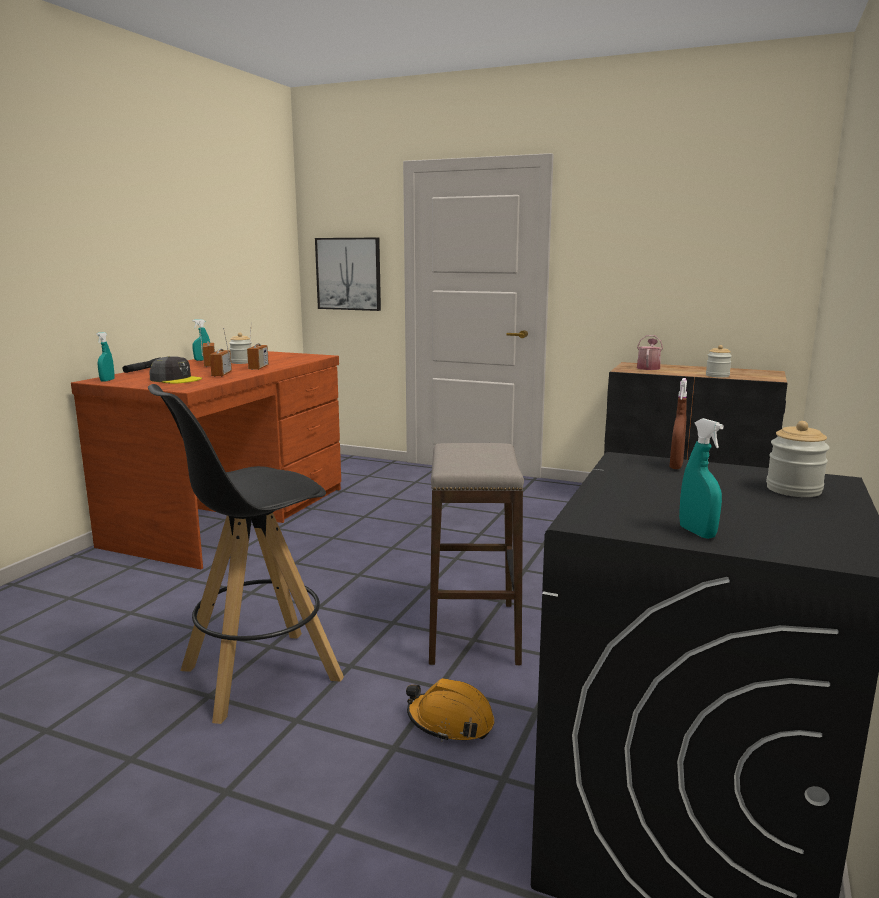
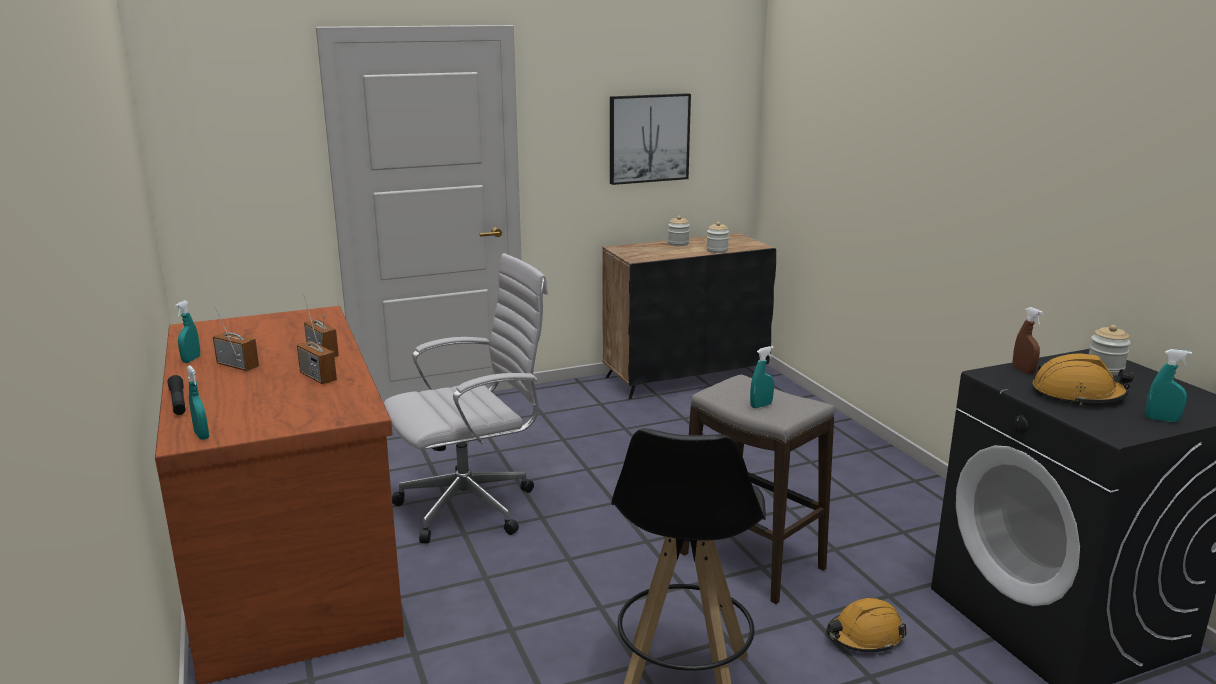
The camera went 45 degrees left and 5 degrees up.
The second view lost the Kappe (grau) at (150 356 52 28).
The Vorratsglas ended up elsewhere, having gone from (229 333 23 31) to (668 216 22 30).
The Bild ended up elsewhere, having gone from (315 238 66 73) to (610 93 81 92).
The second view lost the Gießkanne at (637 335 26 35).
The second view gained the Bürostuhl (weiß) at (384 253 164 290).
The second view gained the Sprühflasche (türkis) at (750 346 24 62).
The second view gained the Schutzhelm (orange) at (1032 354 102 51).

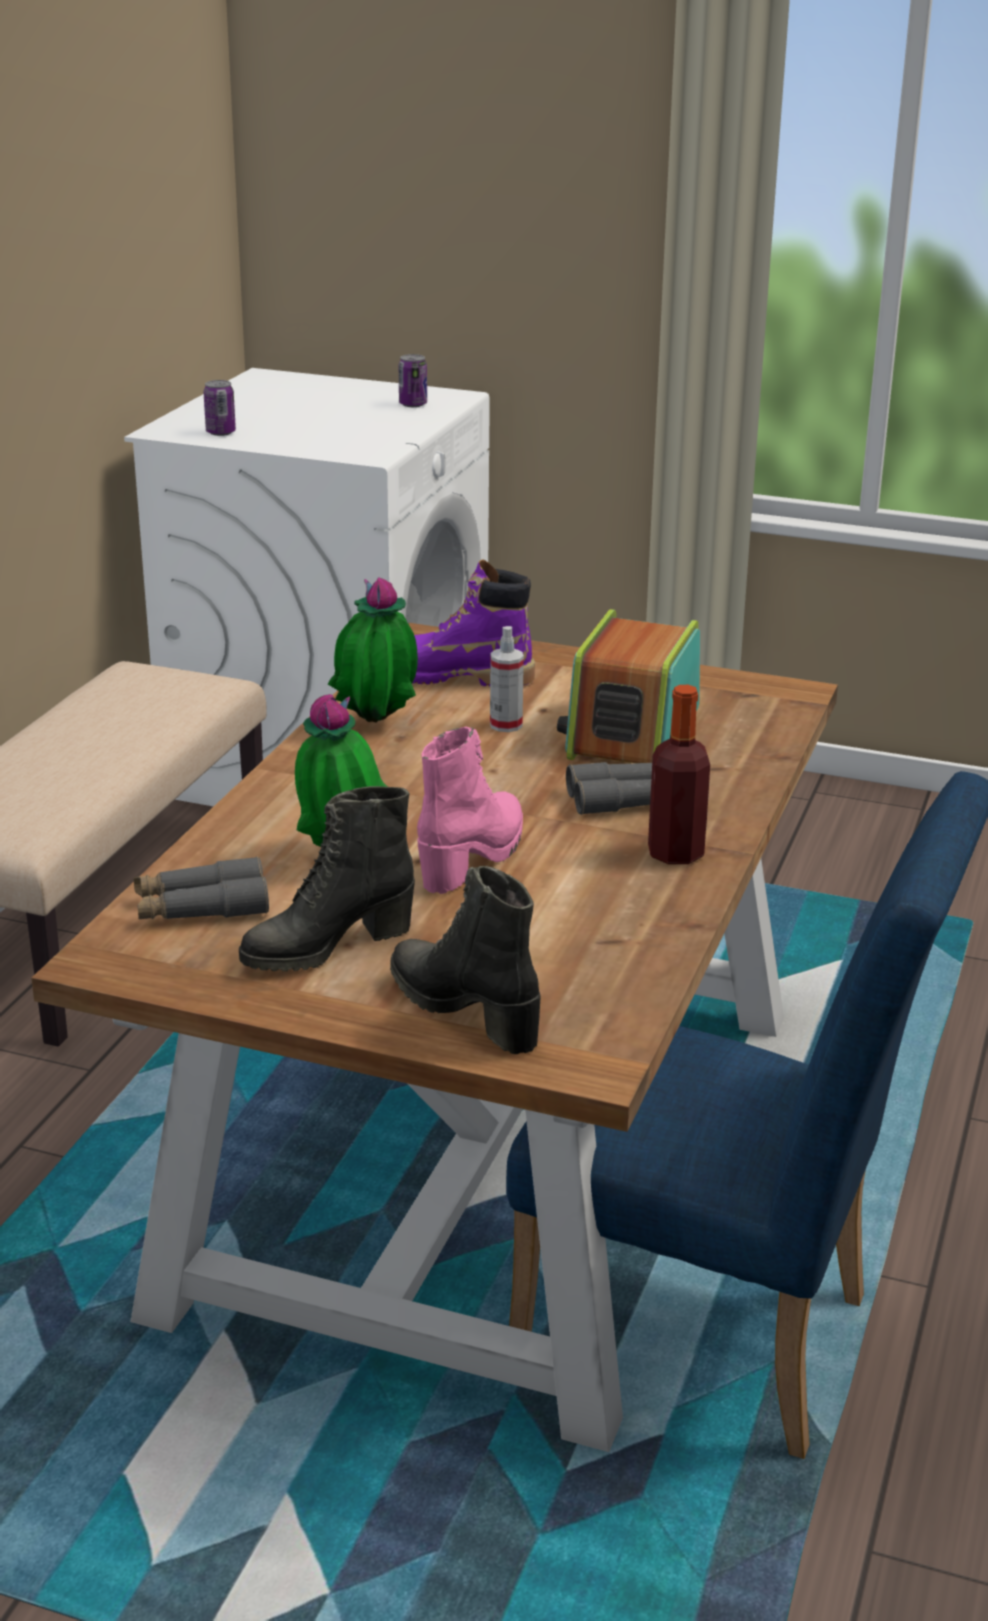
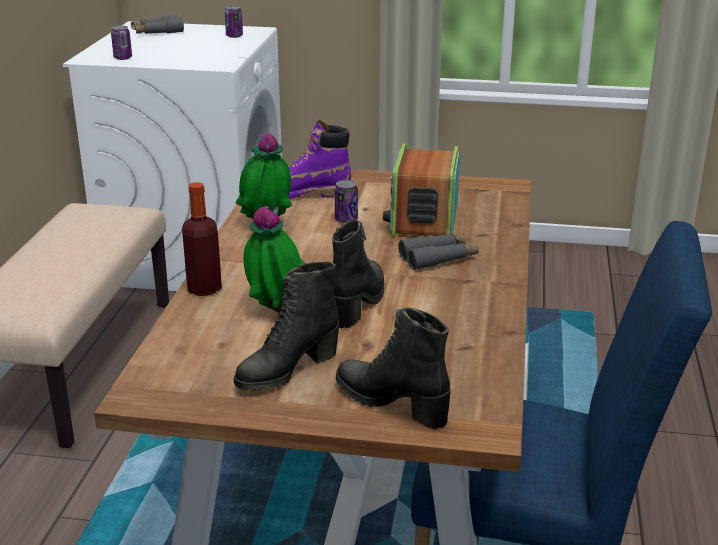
The camera went 10 degrees left and 0 degrees up.
The Fernglas (grau) ended up elsewhere, having gone from (133 856 136 63) to (131 14 53 20).
What was the Stiefel (rosa) at (417 726 106 168) turned into the Stiefel (schwarz) at (332 220 52 108).
Where the Sprühflasche stood at (490 626 34 106), the Dose came to stand at (335 180 23 43).
The Flasche ended up elsewhere, having gone from (648 685 62 179) to (182 182 40 114).

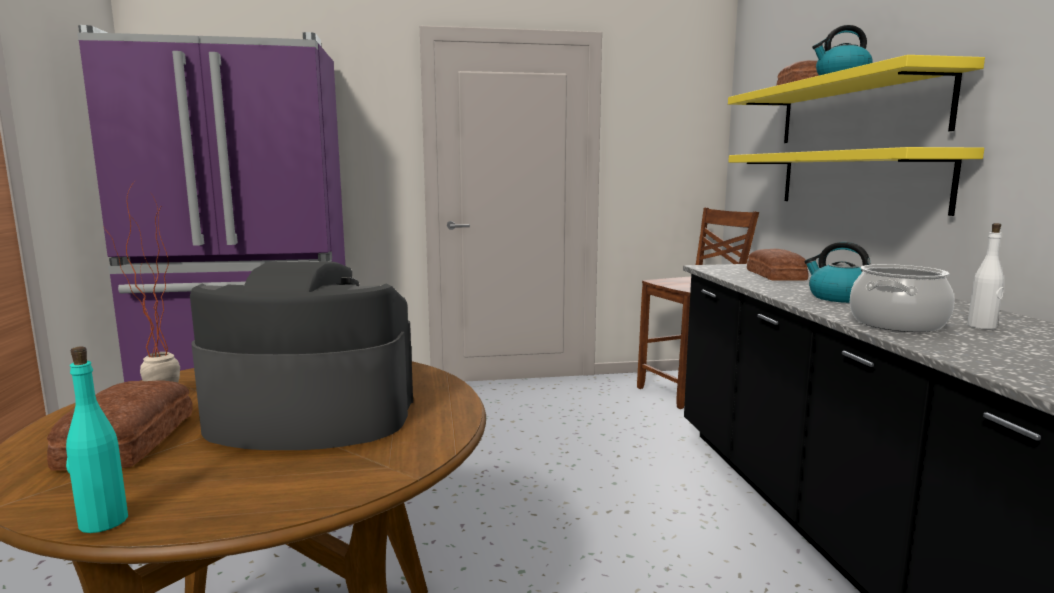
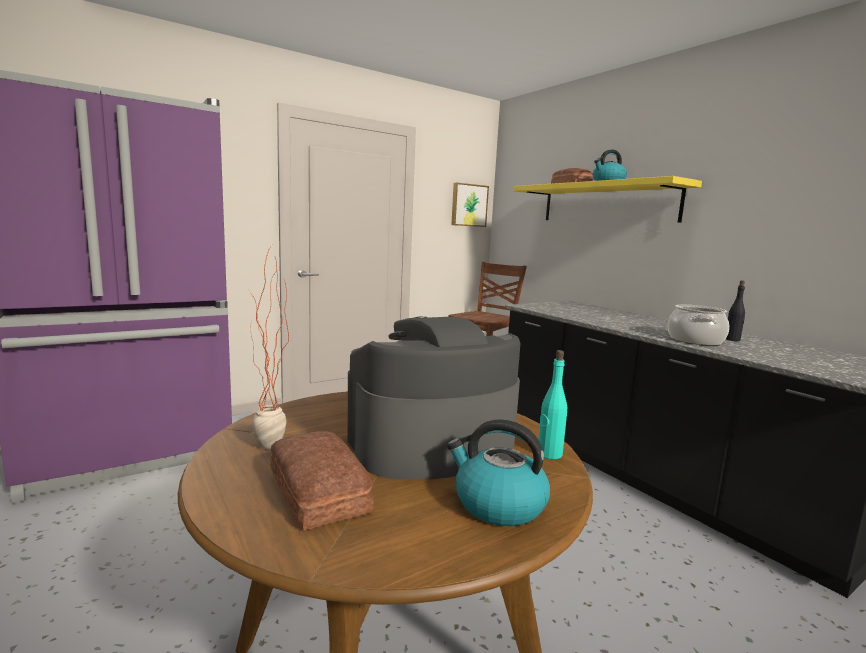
The camera went 25 degrees left and 0 degrees up.
The Flasche (türkis) ended up elsewhere, having gone from (66 347 62 186) to (538 350 29 109).
The second view lost the Wandregal (gelb) at (728 147 256 69).
The second view lost the Brot at (747 249 61 32).
The Wasserkessel ended up elsewhere, having gone from (805 242 65 61) to (447 419 103 107).
What was the Flasche (weiß) at (967 223 37 106) turned into the Flasche (schwarz) at (726 280 19 61).
The second view gained the Bild at (451 183 38 44).

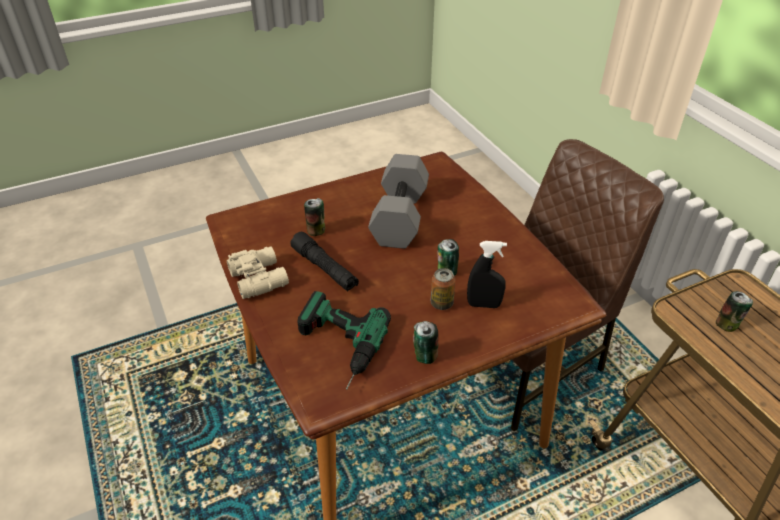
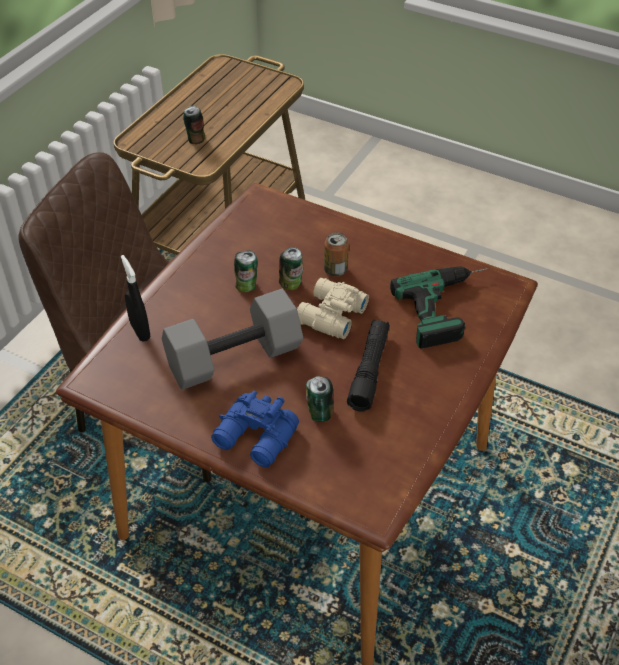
The camera went 125 degrees left and 5 degrees up.
The Fernglas (beige) ended up elsewhere, having gone from (227 247 62 52) to (297 278 72 61).
The Dose ended up elsewhere, having gone from (413 321 25 43) to (234 250 24 42).
The Sprühflasche (schwarz) ended up elsewhere, having gone from (467 241 40 67) to (121 255 29 87).
The second view gained the Fernglas (blau) at (211 391 88 76).

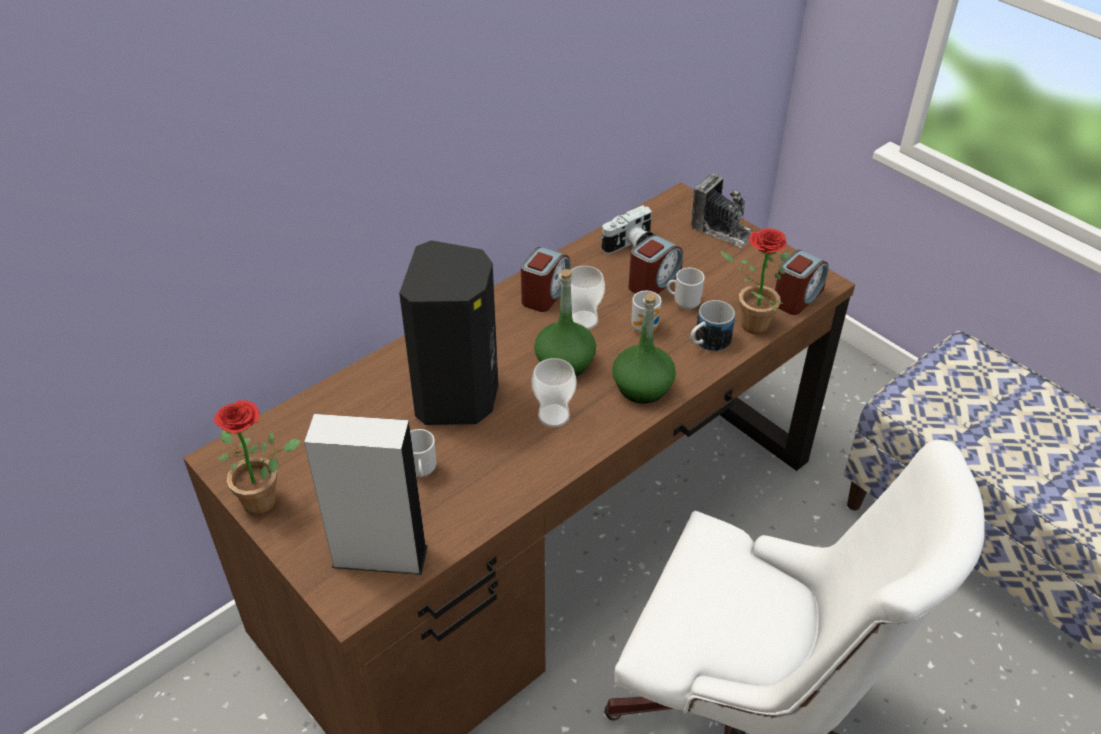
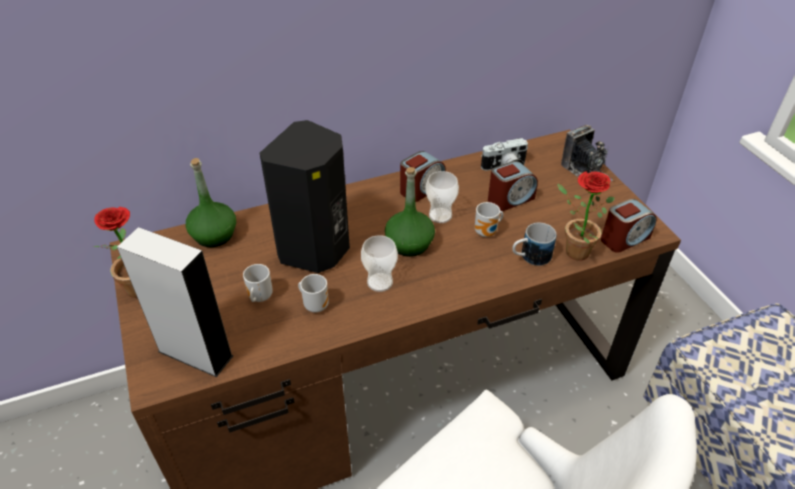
The camera went 20 degrees right and 0 degrees up.
The Flasche (grün) ended up elsewhere, having gone from (612 293 64 110) to (186 158 50 89).
The Henkelbecher ended up elsewhere, having gone from (667 268 38 42) to (298 274 31 39).

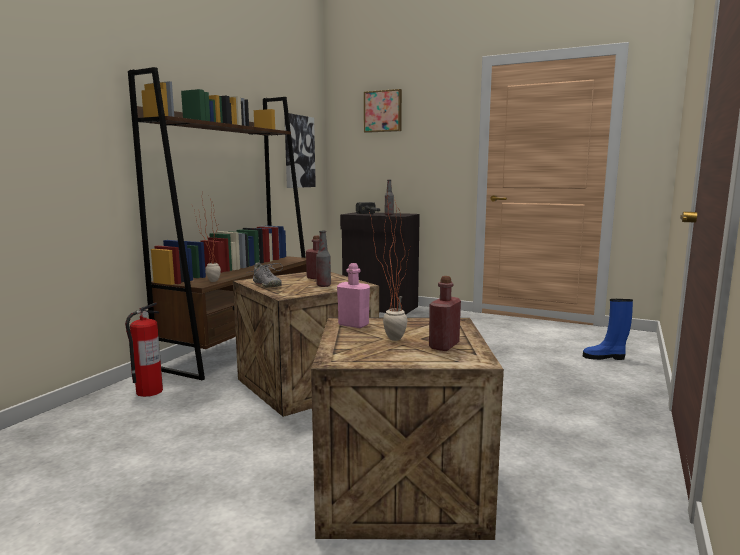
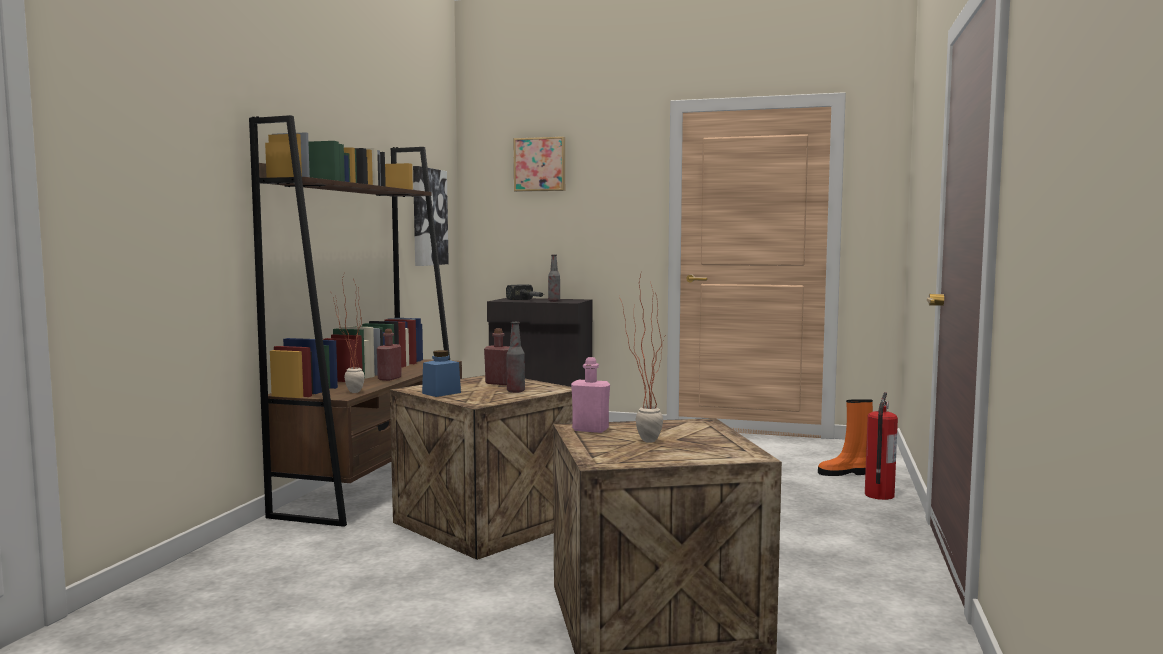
The camera went 10 degrees left and 5 degrees down.
The Feuerlöscher ended up elsewhere, having gone from (125 302 38 95) to (865 392 33 108).
Where the Schuh (grau) stood at (247 262 36 26), the Vorratsglas (blau) came to stand at (422 350 39 47).
The Flasche (rot) ended up elsewhere, having gone from (429 276 32 75) to (377 329 25 52).
What was the Stiefel (blau) at (583 299 50 61) turned into the Stiefel (orange) at (818 399 55 77).

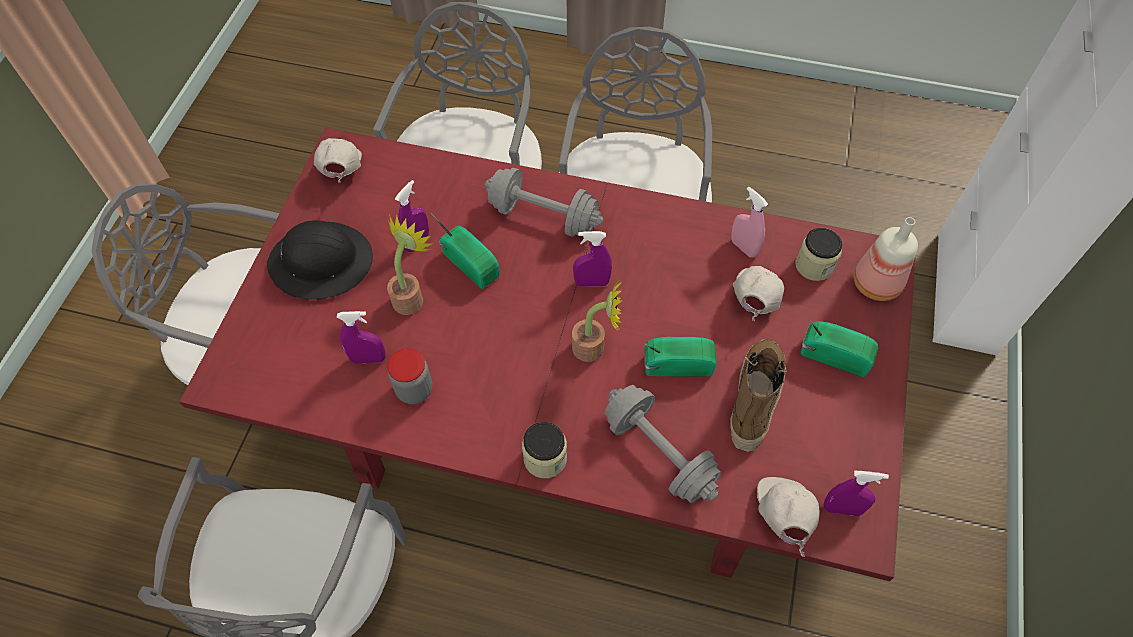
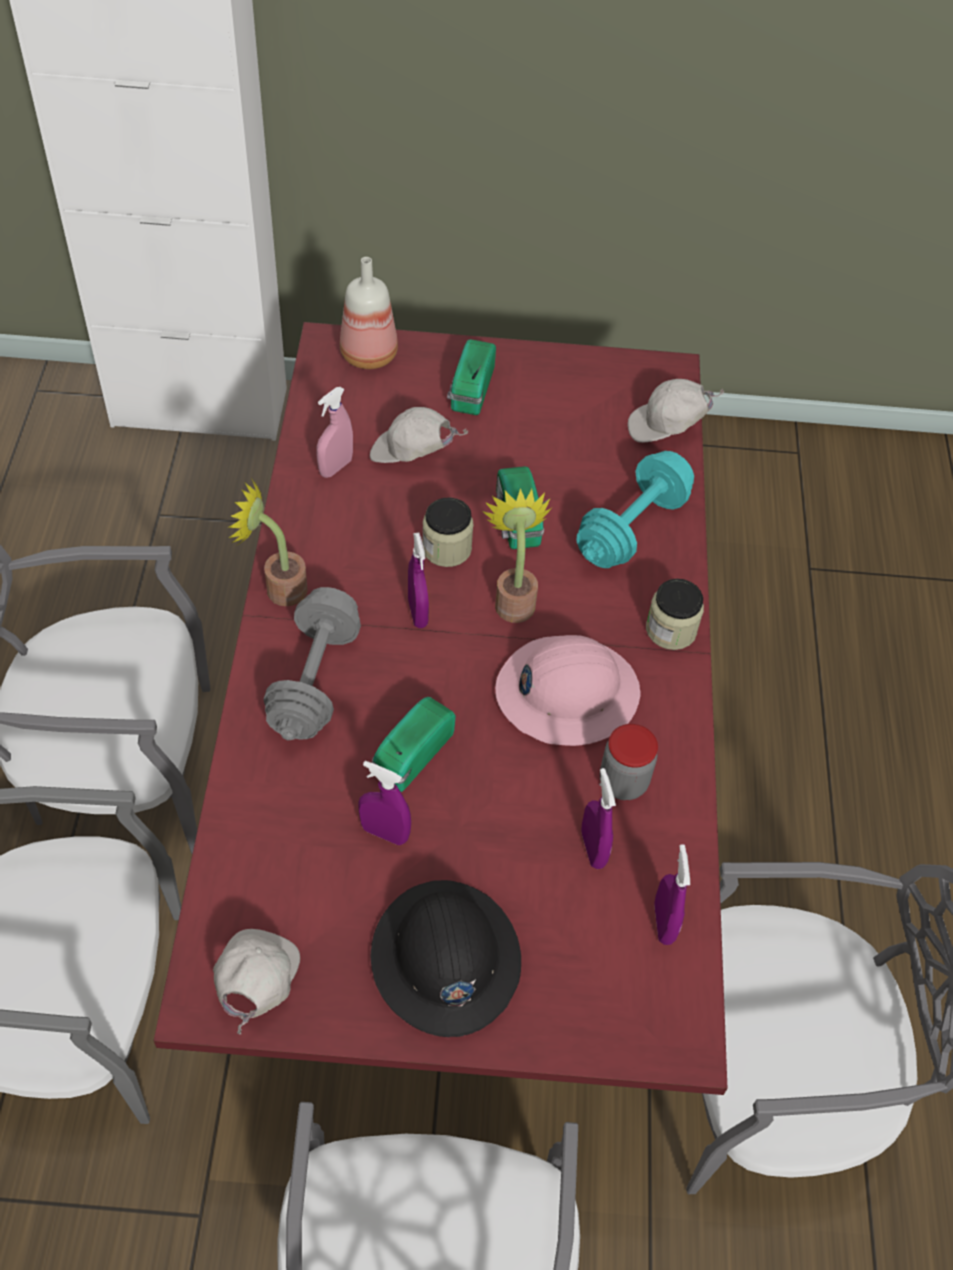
The camera went 105 degrees left and 5 degrees down.
The Kappe (weiß) at (314 138 48 45) ended up facing another way, 120 degrees clockwise from before.
The Topfpflanze ended up elsewhere, having gone from (387 214 45 101) to (228 478 80 128).
What was the Hantel (grau) at (605 385 117 118) turned into the Hantel (türkis) at (577 451 117 117).
The second view lost the Stiefel at (731 339 56 113).
The Vorratsglas ended up elsewhere, having gone from (795 228 47 53) to (422 497 52 70).
The Sprühflasche (lila) ended up elsewhere, having gone from (824 471 65 45) to (654 844 36 101).
The second view gained the Schutzhelm (rosa) at (495 635 146 111).

